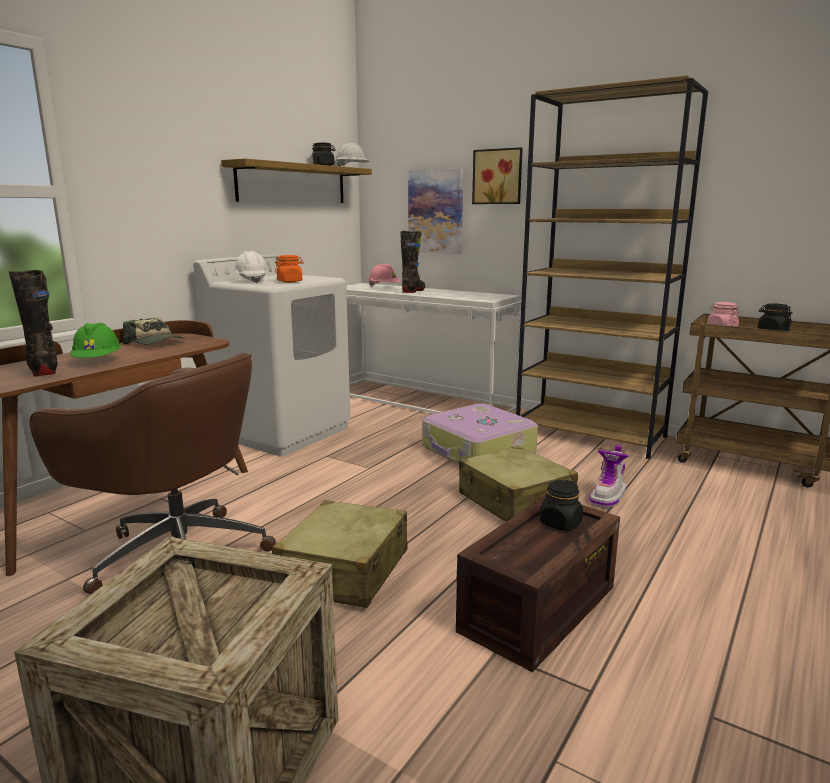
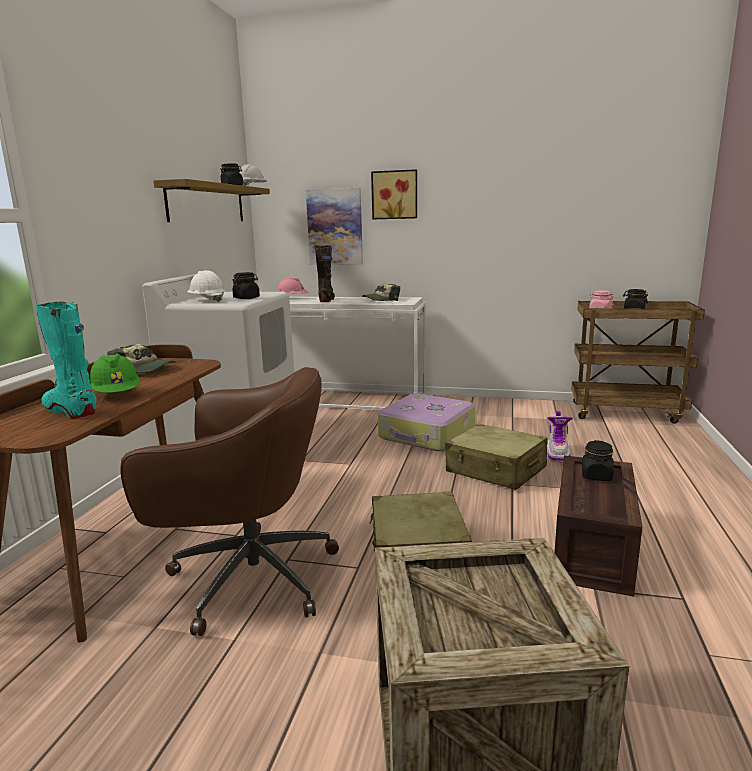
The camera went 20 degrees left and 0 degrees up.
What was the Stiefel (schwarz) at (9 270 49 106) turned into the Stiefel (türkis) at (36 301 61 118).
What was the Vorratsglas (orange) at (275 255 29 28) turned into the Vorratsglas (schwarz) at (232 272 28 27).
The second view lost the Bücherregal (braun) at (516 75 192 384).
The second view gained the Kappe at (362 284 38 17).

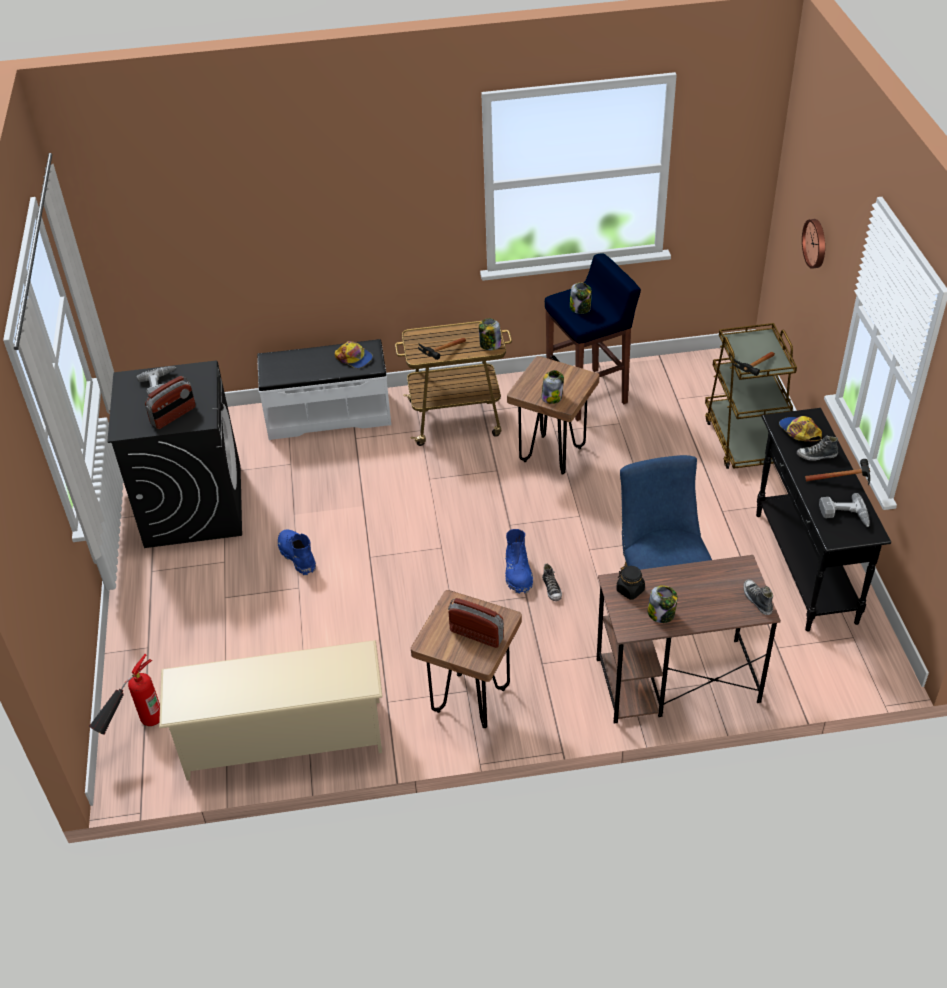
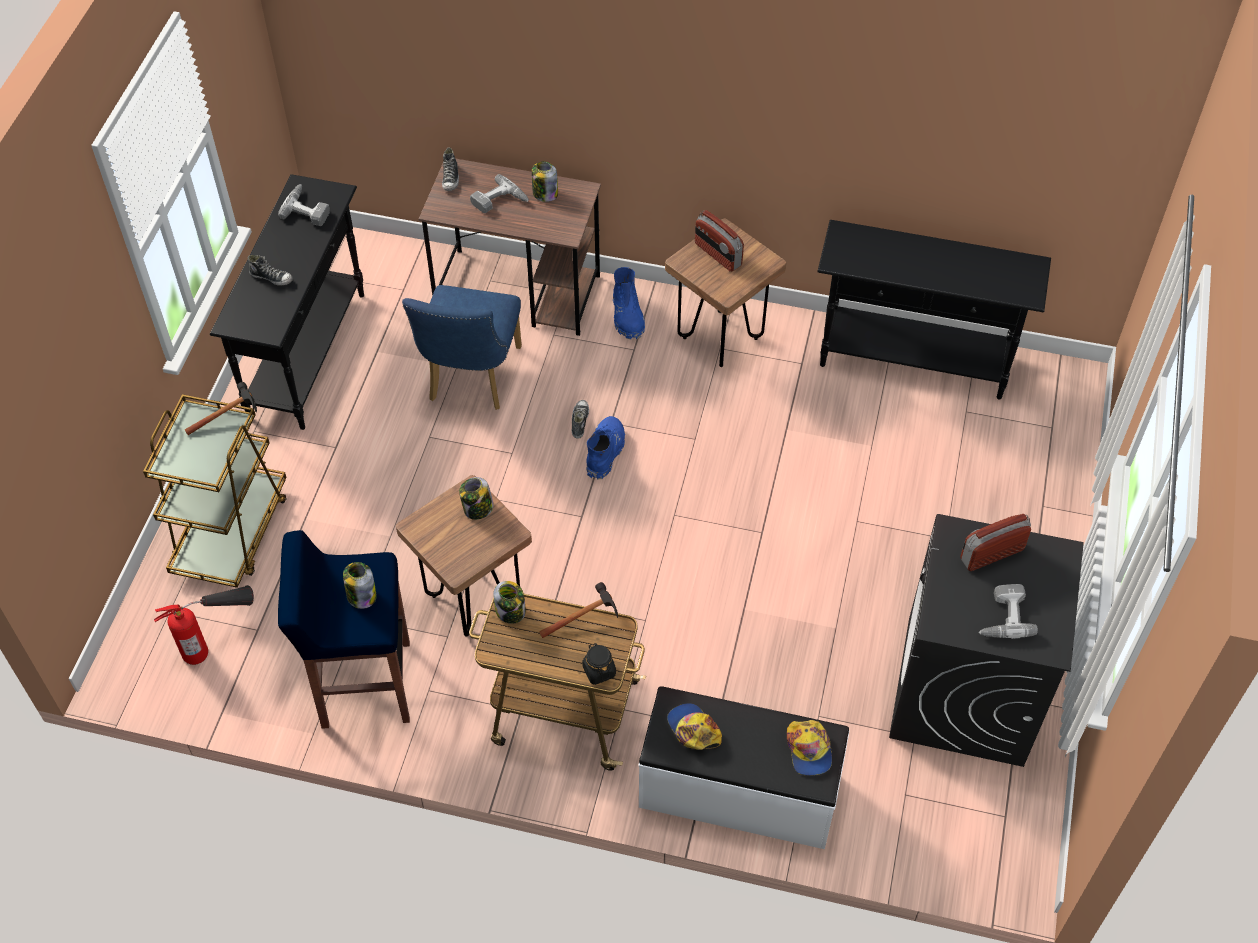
The camera went 160 degrees left and 10 degrees up.
The Feuerlöscher ended up elsewhere, having gone from (89 654 71 81) to (154 585 100 80).
Where the Schuhregal (beige) stood at (159 640 224 141), the Konsolentisch (schwarz) came to stand at (817 220 234 180).
The Stiefel (blau) ended up elsewhere, having gone from (278 530 38 45) to (613 267 32 72).
The Vorratsglas (schwarz) ended up elsewhere, having gone from (616 566 29 34) to (582 643 34 42).
The Kappe ended up elsewhere, having gone from (779 416 43 26) to (787 720 45 56).
The second view lost the Wanduhr at (802 219 23 50).
The second view lost the Hammer at (805 459 65 26).
The second view gained the Bohrmaschine at (470 174 59 39).

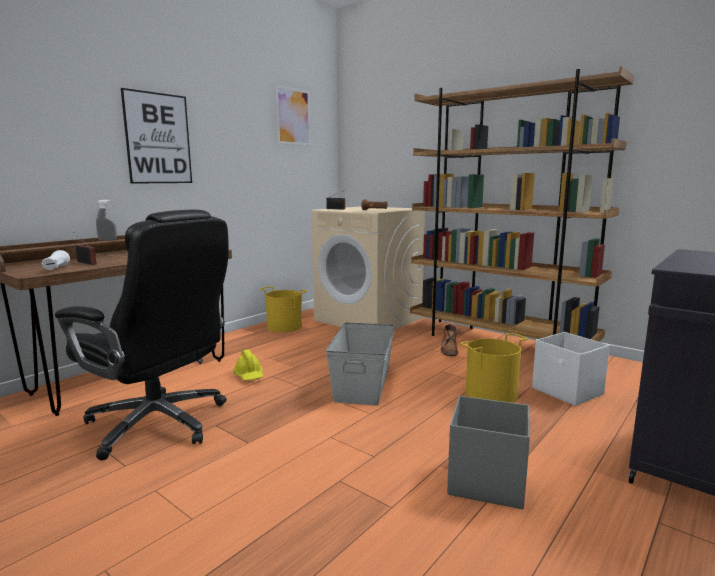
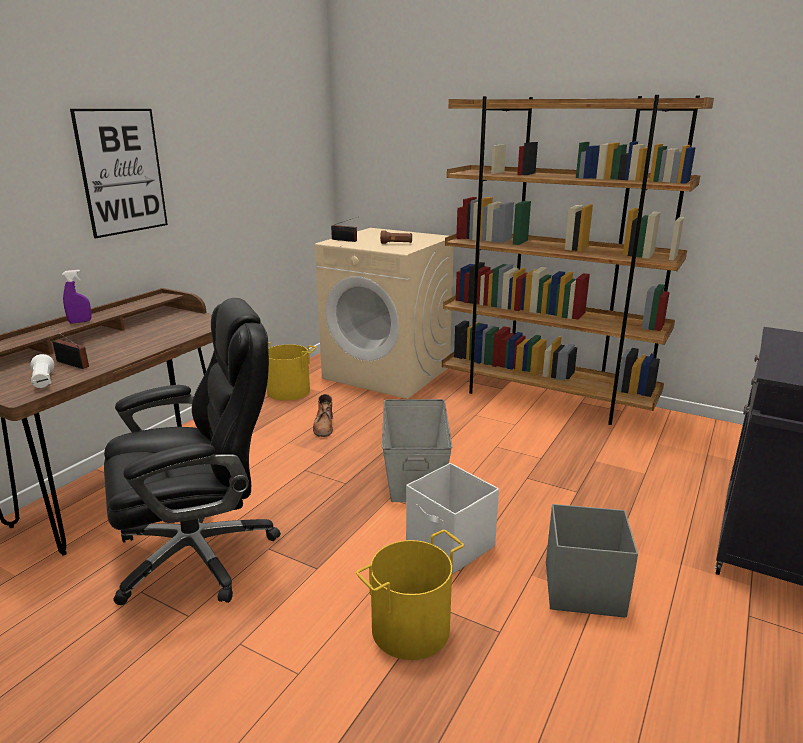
The camera went 10 degrees left and 10 degrees up.
The Bürostuhl (schwarz) at (55 210 174 250) ended up facing another way, 45 degrees counterclockwise from before.
What was the Sprühflasche (grau) at (96 200 21 41) turned into the Sprühflasche (lila) at (62 270 30 54).
The second view lost the Schutzhelm (gelb) at (234 350 30 30).
The second view lost the Bild at (275 85 36 61).
The Stiefel (braun) ended up elsewhere, having gone from (441 324 17 32) to (313 394 20 43).
The Eimer (gelb) ended up elsewhere, having gone from (460 333 68 70) to (356 530 108 130).
The Aufbewahrungsbox (weiß) ended up elsewhere, having gone from (532 332 78 74) to (406 463 93 111).

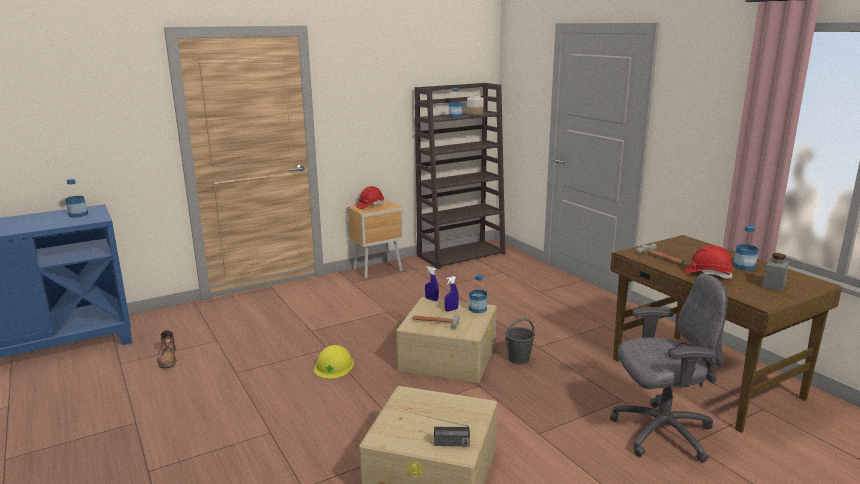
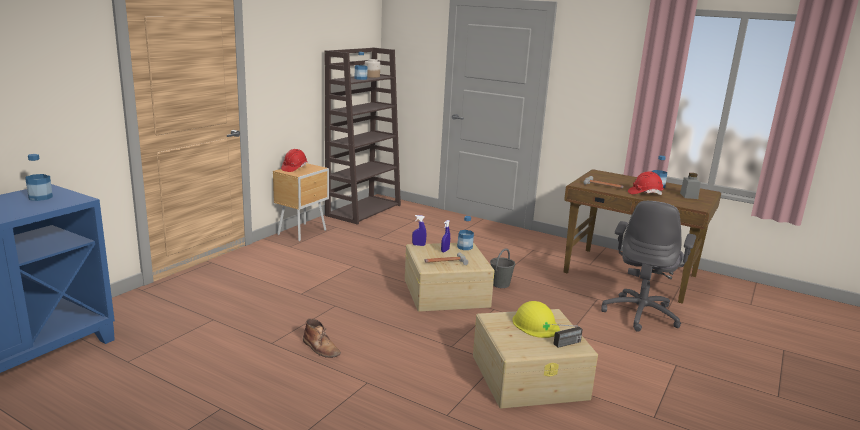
The camera went 30 degrees left and 0 degrees up.
The Stiefel (braun) ended up elsewhere, having gone from (157 330 19 38) to (303 318 38 40).
The Schutzhelm (gelb) ended up elsewhere, having gone from (314 345 40 34) to (512 301 48 37).
The Bürostuhl (grau) at (610 274 118 189) ended up facing another way, 150 degrees clockwise from before.

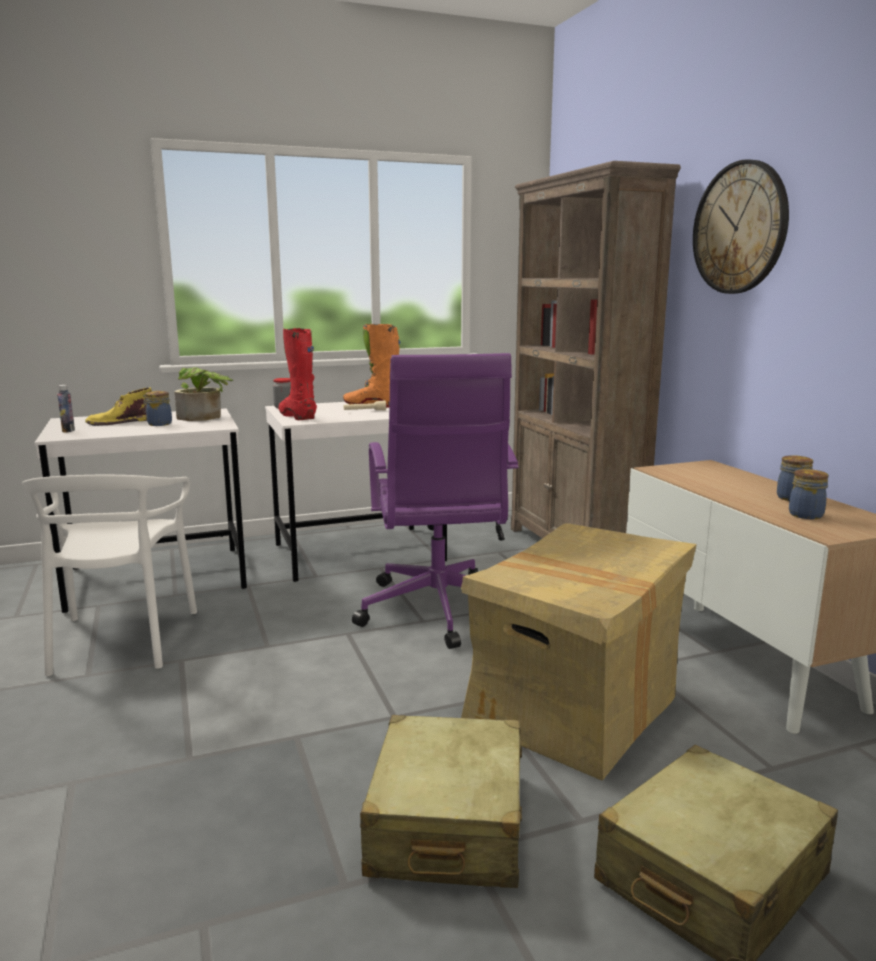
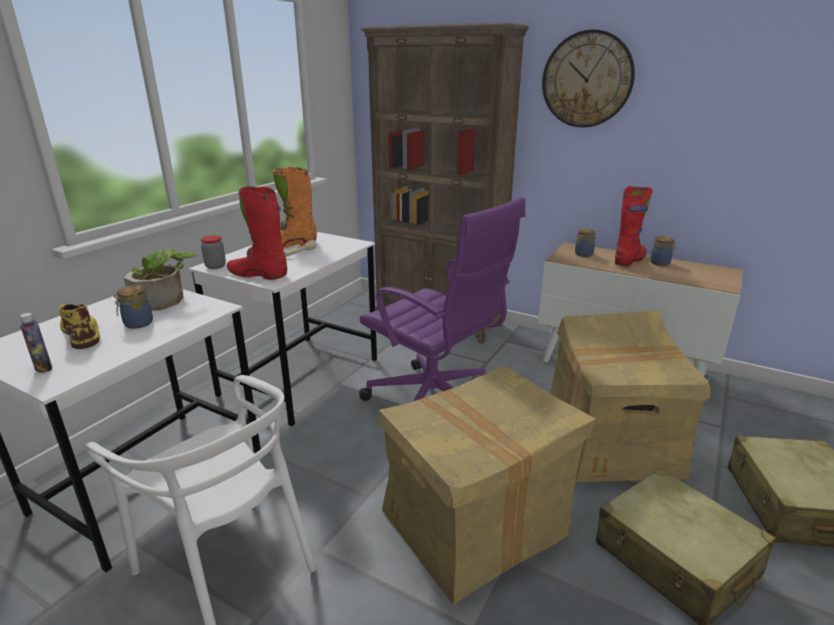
The camera went 40 degrees left and 10 degrees up.
The Stiefel (gelb) at (85 388 67 38) ended up facing another way, 120 degrees clockwise from before.
The Vorratsglas ended up elsewhere, having gone from (789 469 39 50) to (575 228 21 29).
The second view gained the Karton at (377 366 219 239).
The second view gained the Stiefel (rot) at (615 186 38 80).

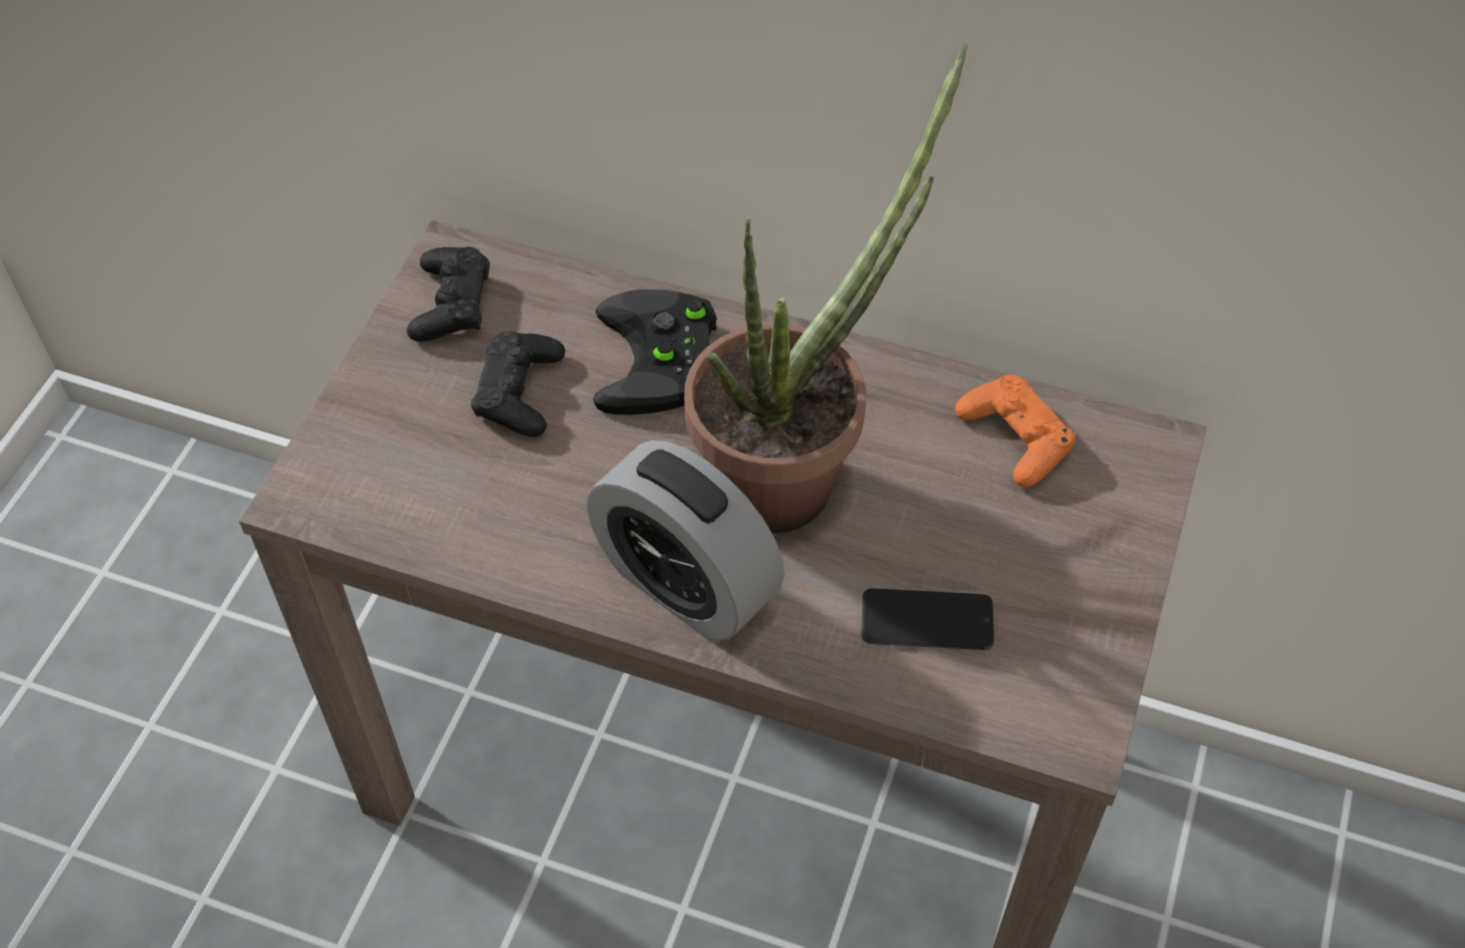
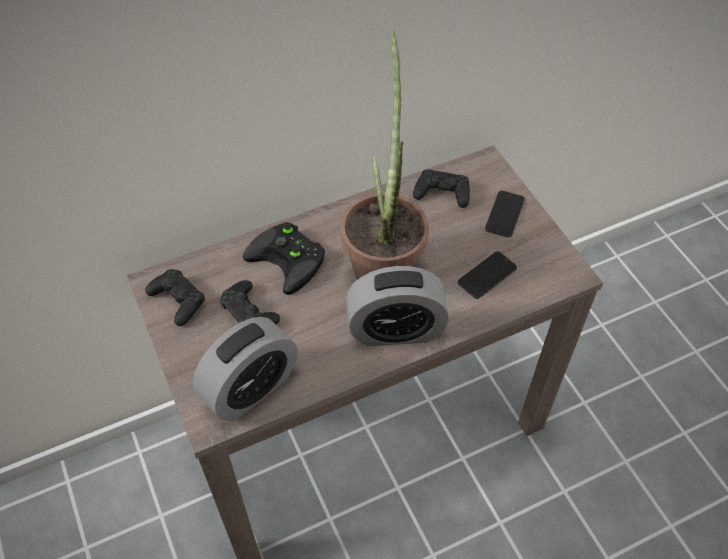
The camera went 45 degrees left and 0 degrees up.
What was the Gamepad (orange) at (955 375 121 112) turned into the Gamepad (schwarz) at (413 169 57 39).
The second view gained the Wecker at (193 317 105 104).
The second view gained the Handy at (485 191 40 47).

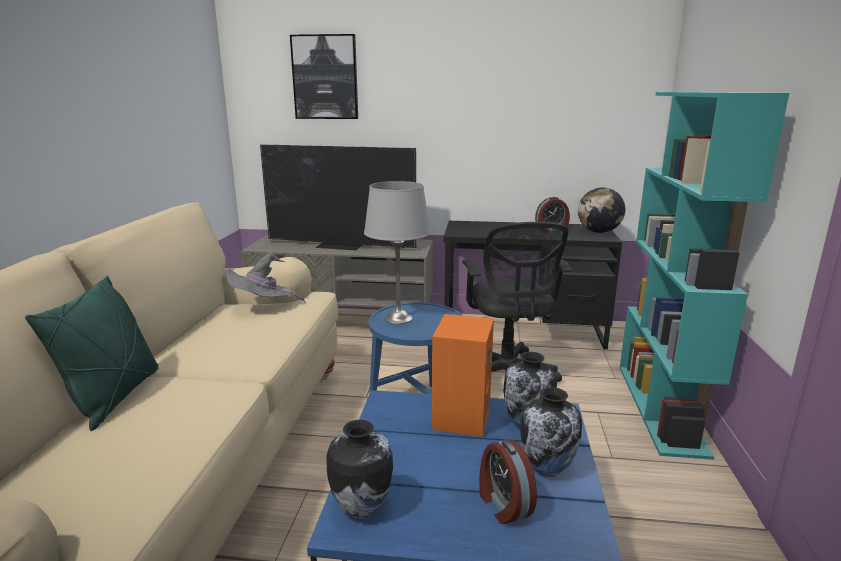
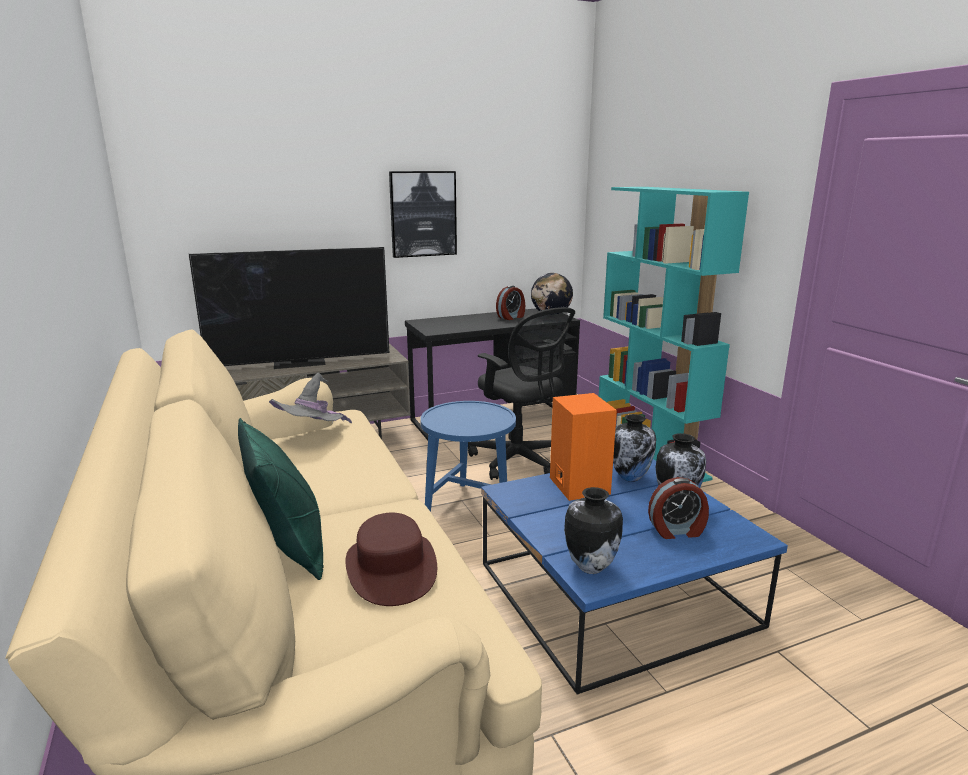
The camera went 30 degrees left and 0 degrees up.
The Bild ended up elsewhere, having gone from (290 34 68 85) to (389 171 68 87).
The second view lost the Tischlampe (grau) at (364 181 67 143).
The Wecker at (479 439 58 85) ended up facing another way, 45 degrees counterclockwise from before.
The second view gained the Hut (braun) at (345 513 92 93).

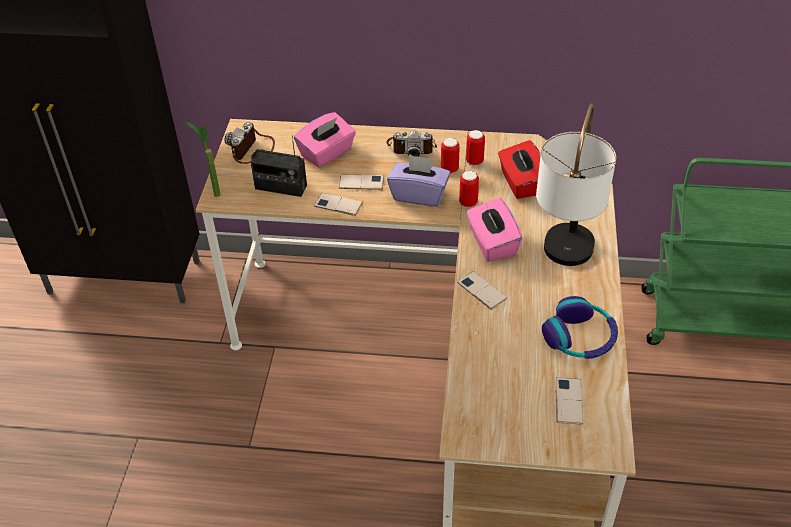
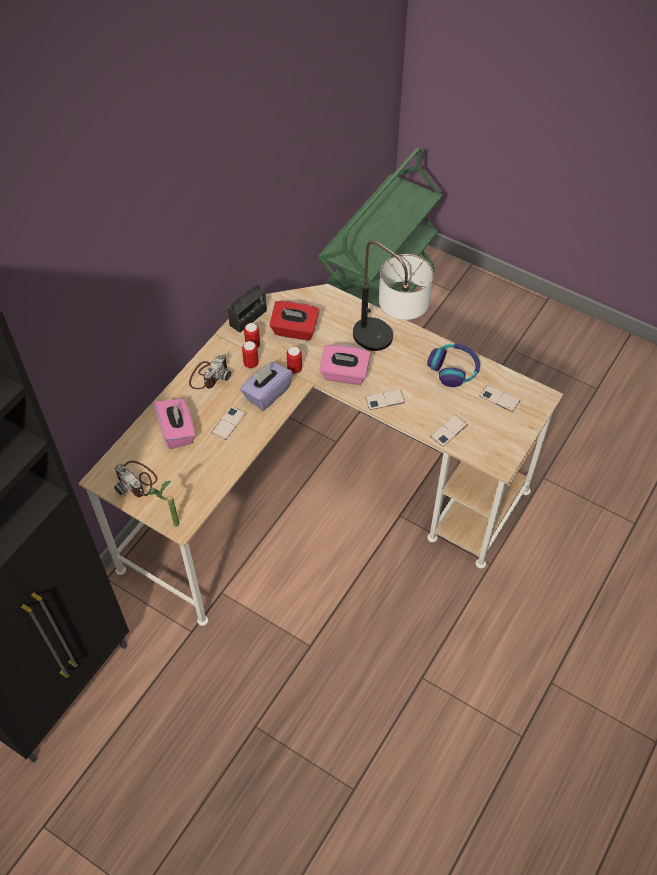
The camera went 65 degrees left and 10 degrees up.
The Radio ended up elsewhere, having gone from (251 135 56 62) to (227 270 40 63).
The Handy ended up elsewhere, having gone from (314 193 49 23) to (430 415 38 32).

